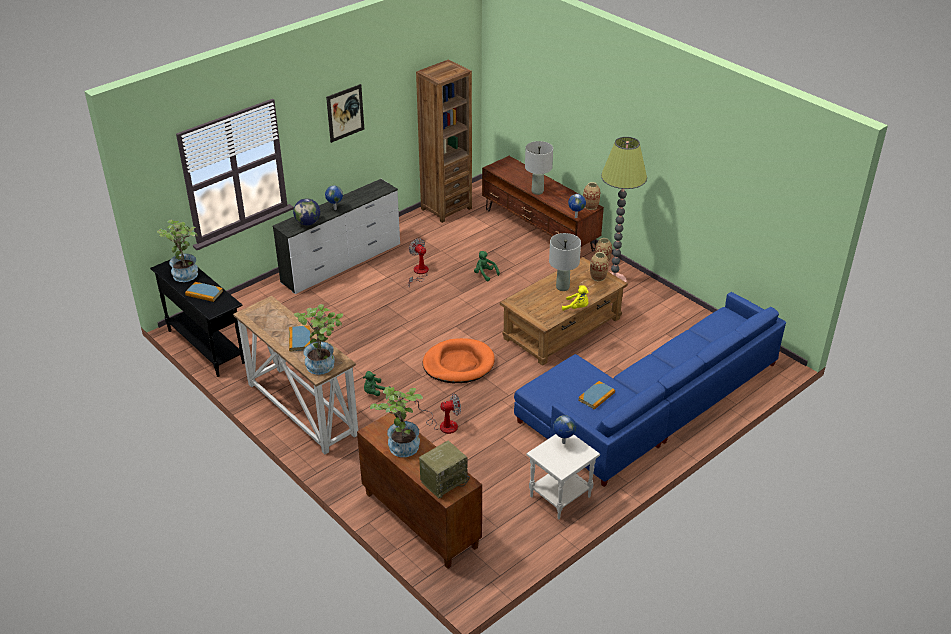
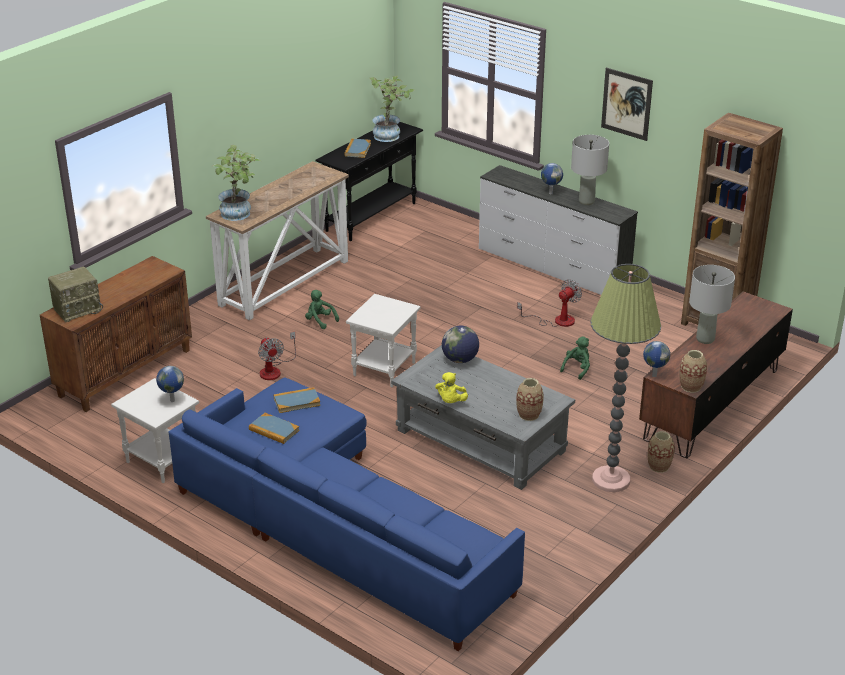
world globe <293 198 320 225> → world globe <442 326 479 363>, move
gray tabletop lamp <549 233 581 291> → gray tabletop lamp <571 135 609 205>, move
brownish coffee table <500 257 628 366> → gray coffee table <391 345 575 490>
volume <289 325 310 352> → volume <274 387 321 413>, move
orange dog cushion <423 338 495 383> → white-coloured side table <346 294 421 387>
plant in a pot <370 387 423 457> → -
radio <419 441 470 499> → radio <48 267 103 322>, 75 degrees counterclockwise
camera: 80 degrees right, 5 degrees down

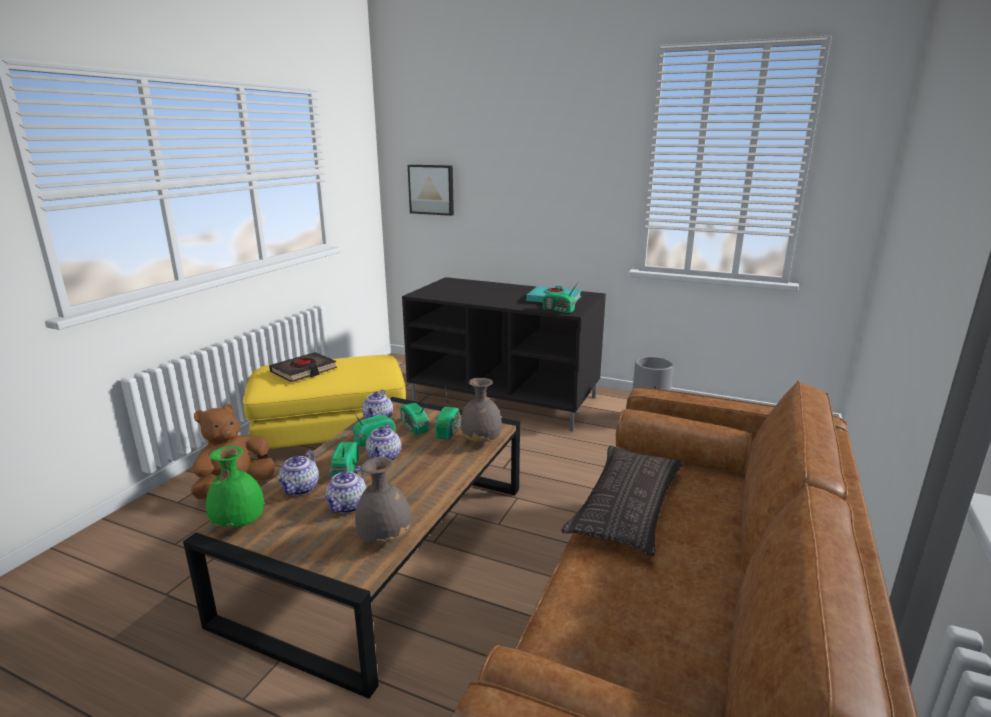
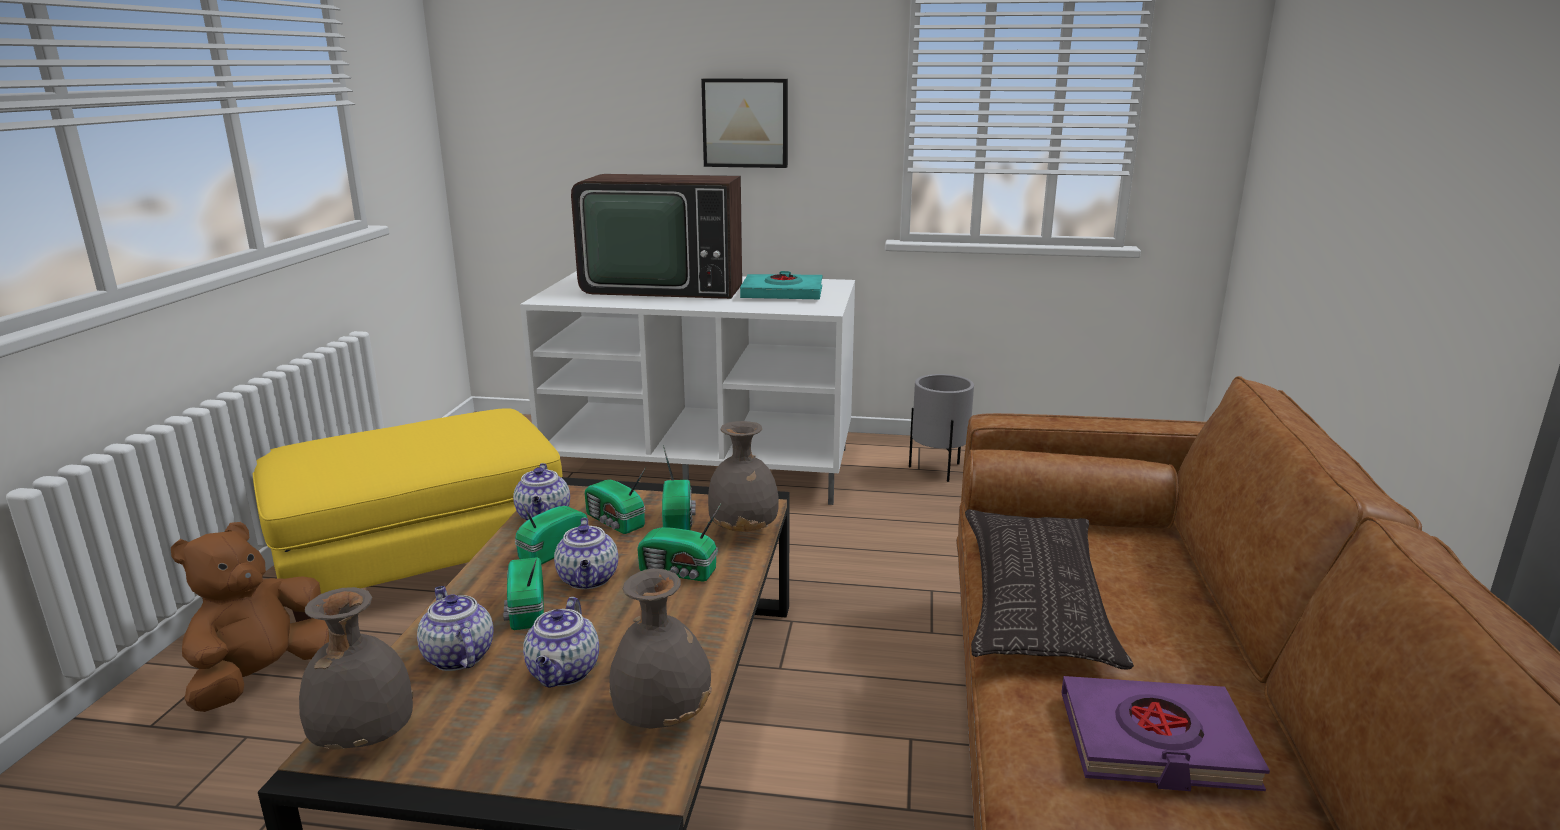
wall picture <408 165 454 216> → wall picture <701 79 788 168>, move
black tv stand <402 277 606 431> → white-coloured tv stand <520 271 855 505>
radio <543 281 579 313> → radio <637 504 721 582>, move
black volume <269 352 337 382> → -
green decorative vase <206 446 265 527> → gray decorative vase <299 587 413 749>
tea pot <279 450 319 495> → tea pot <417 586 494 671>, 150 degrees clockwise
- → TV set <571 174 742 299>
- → purple-coloured volume <1061 676 1270 791>
camera: 15 degrees left, 0 degrees up

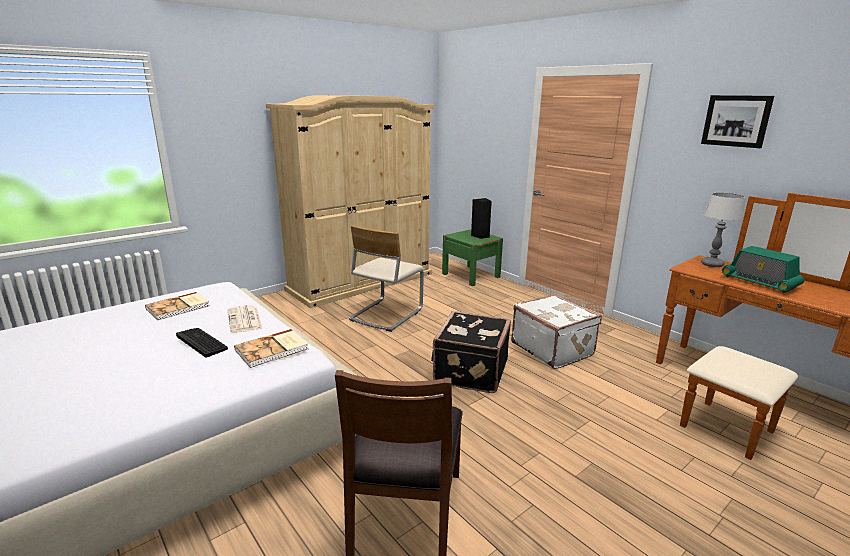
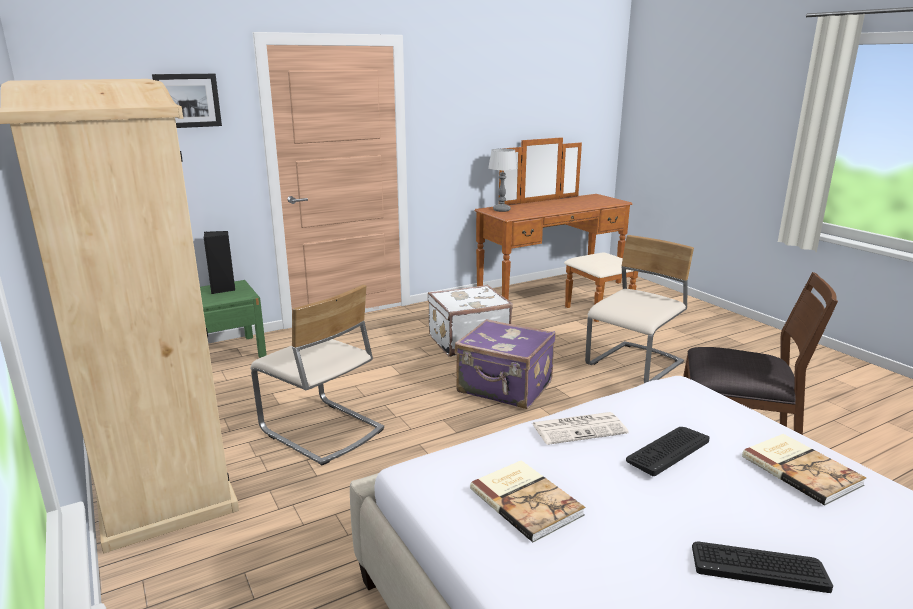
wall picture <701 95 774 148> → wall picture <152 74 222 128>, move
radio <722 246 804 293> → -
black suitcase <431 311 511 393> → purple-coloured suitcase <455 319 556 409>
volume <234 329 308 368> → volume <742 434 867 506>, move
- → sand-coloured plain chair <585 235 694 383>
- → PC keyboard <692 542 833 593>
camera: 80 degrees left, 0 degrees up

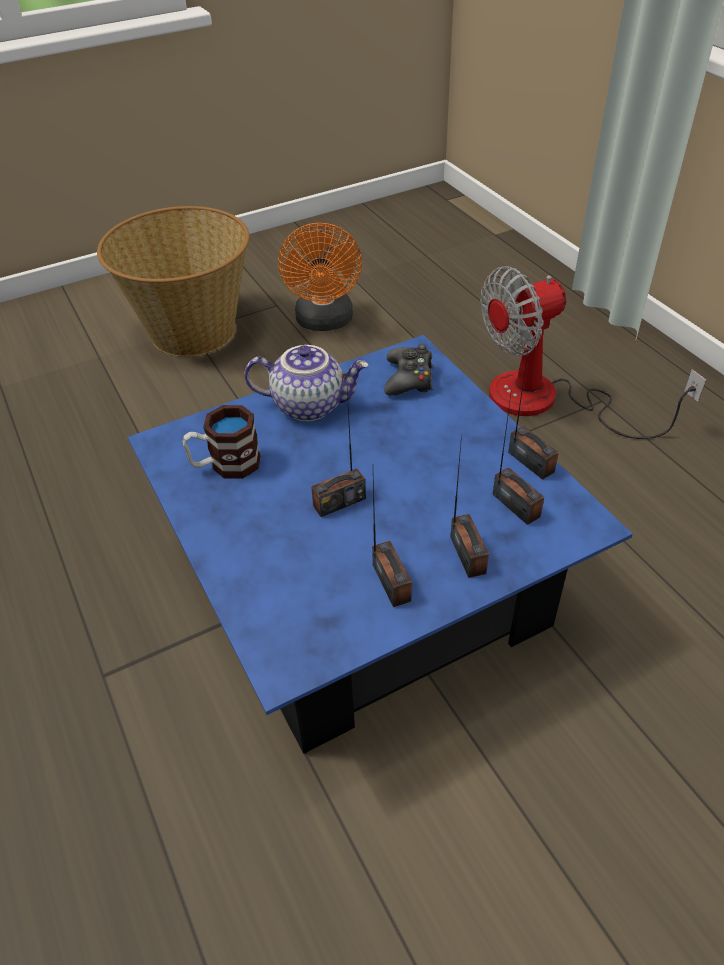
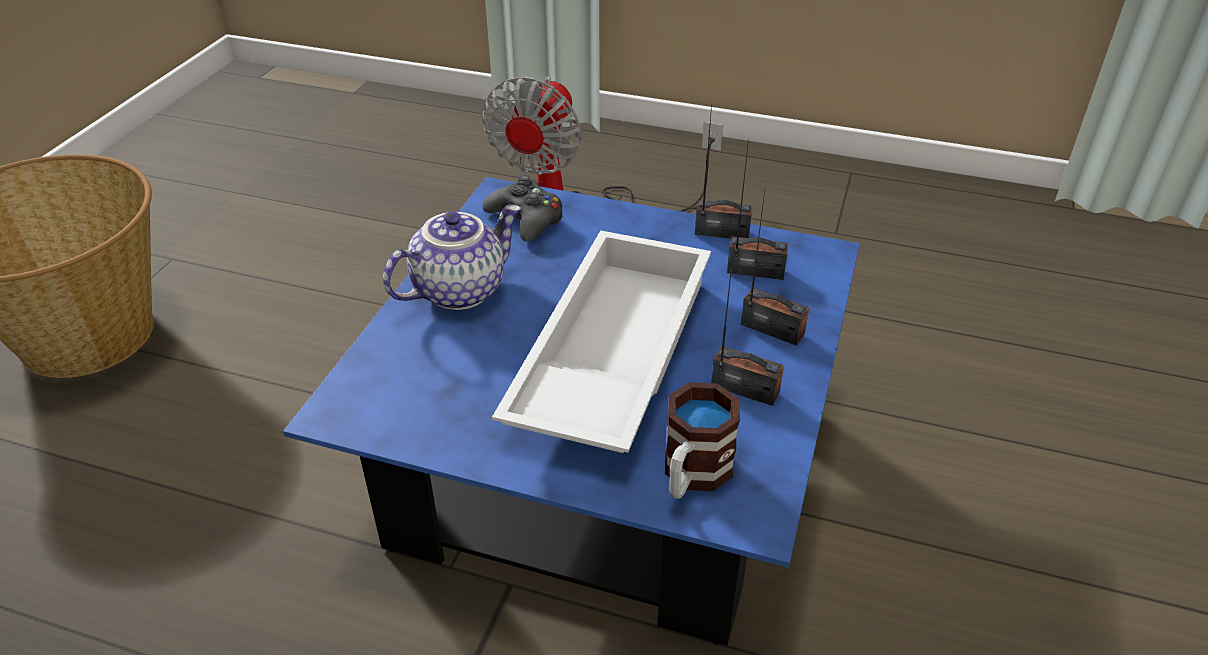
orange cooling fan <278 223 362 331> → -
radio <311 388 366 517> → white-coloured tray <492 230 711 453>
tea mug <182 405 261 479> → tea mug <665 382 740 499>, move
camera: 45 degrees left, 5 degrees down

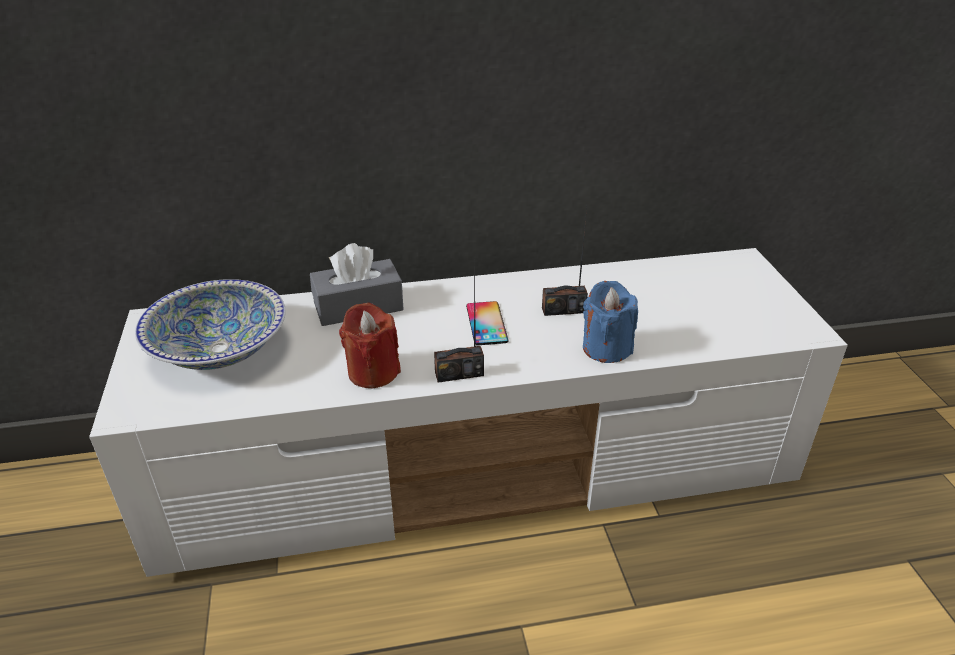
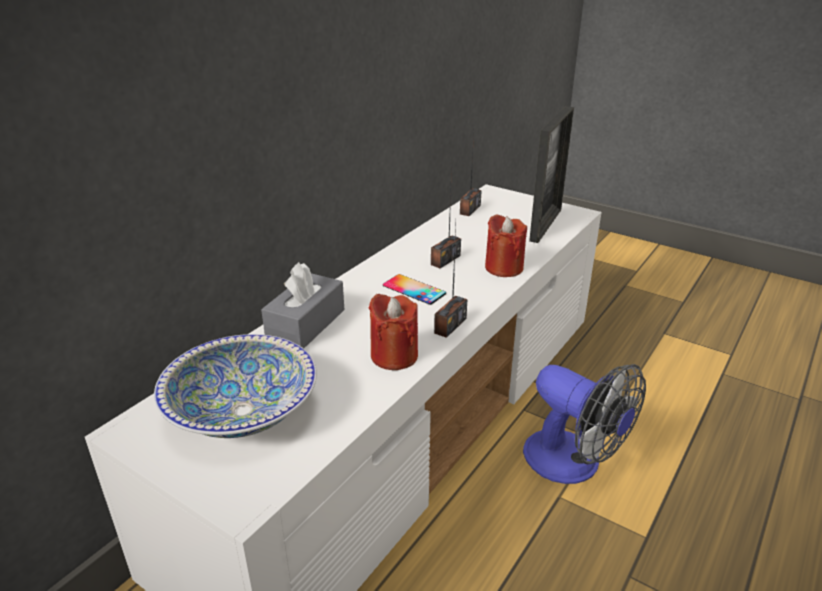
bluish wax candle <583 281 638 363> → reddish wax candle <485 215 527 277>
- → standing frame <529 106 574 243>
- → radio <460 133 482 216>
- → cooling fan <523 364 646 484>
camera: 45 degrees left, 5 degrees down

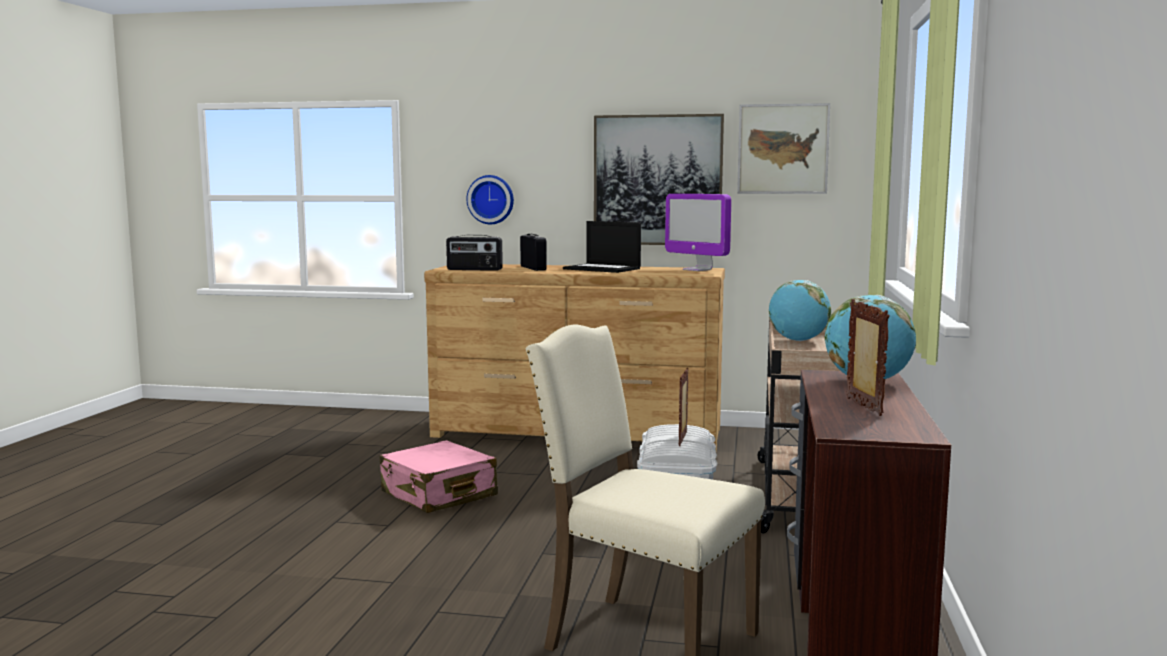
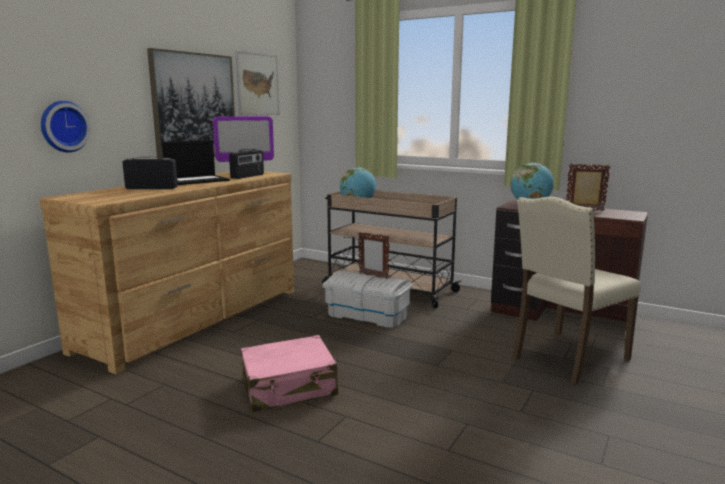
radio <446 235 503 271> → radio <229 149 264 179>, move
camera: 70 degrees left, 5 degrees up

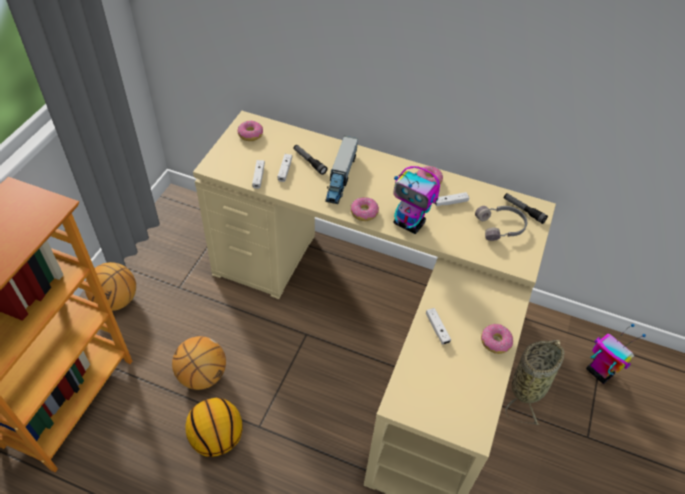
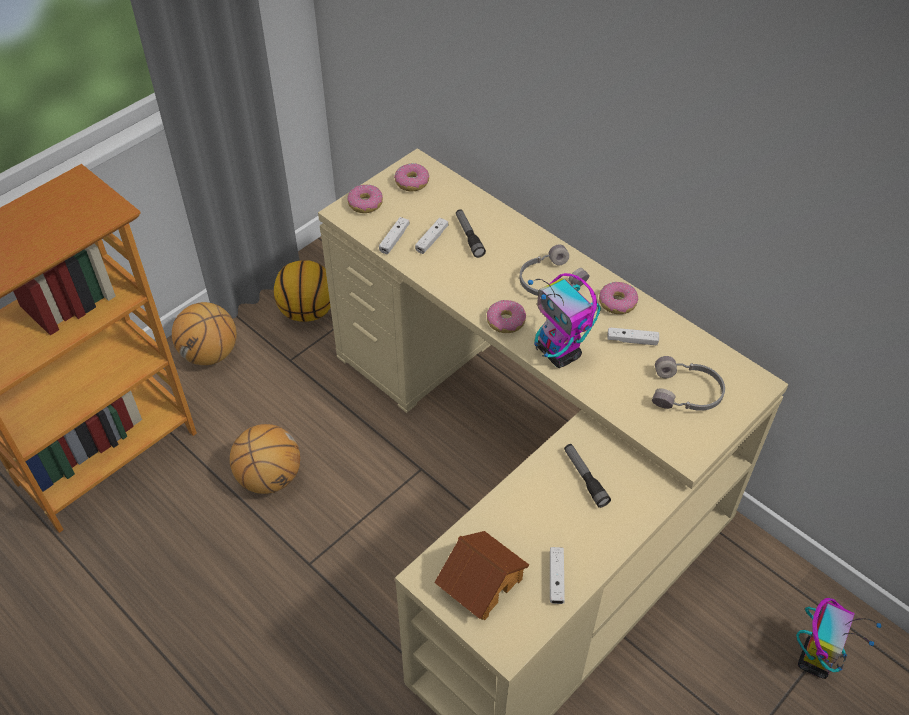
toy lorry <325 136 358 204> → -
hand torch <504 193 548 224> → hand torch <564 444 611 508>, move
white-coloured joypad <426 308 451 344> → white-coloured joypad <550 547 565 604>, move
ring doughnut <481 324 513 354> → ring doughnut <347 185 383 213>, move
toy robot <586 324 646 384> → toy robot <796 598 882 679>, 45 degrees clockwise
basket <505 340 564 425> → -
basketball ball <185 398 243 457> → basketball ball <274 260 331 322>, move
- → gray pair of headphones <519 244 589 296>
- → model house <434 531 529 620>
camera: 25 degrees right, 0 degrees up

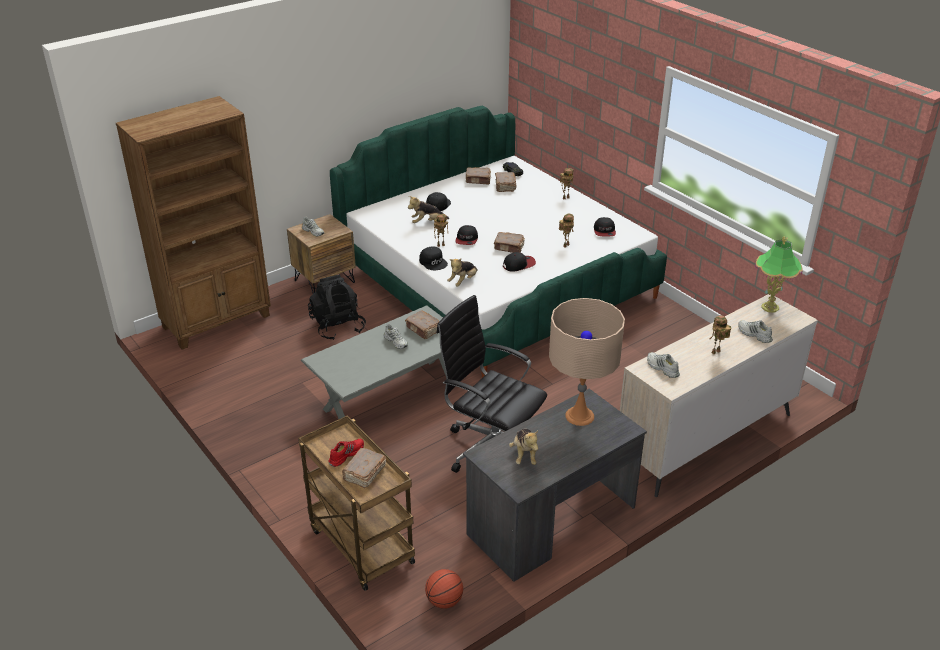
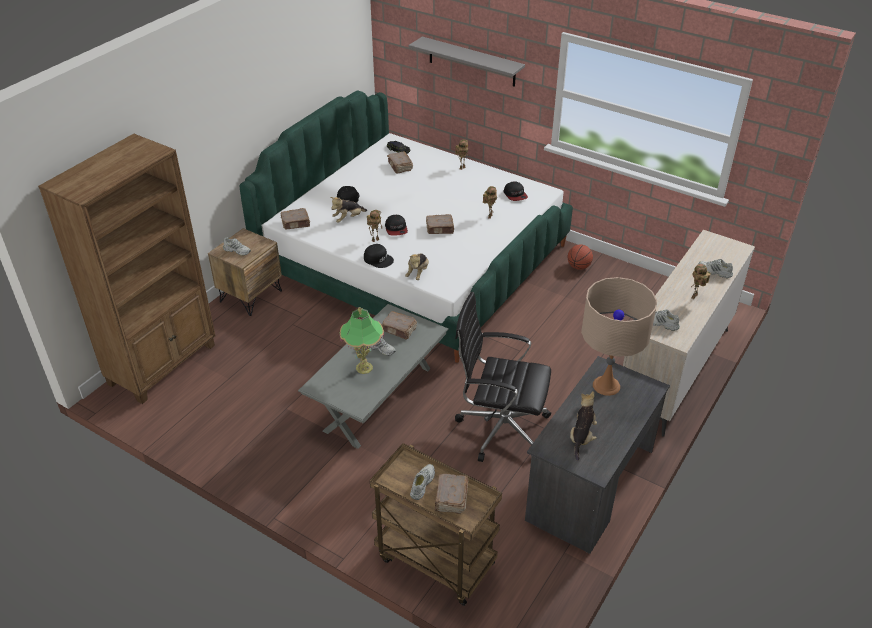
brownish volume <466 167 491 185> → brownish volume <281 208 310 229>, move
tabletop lamp <755 237 803 313> → tabletop lamp <339 307 384 374>, move
peaked cap <503 252 536 272> → -
black backpack <308 274 366 340> → -
plush toy <509 429 538 465> → plush toy <570 391 597 461>, 135 degrees counterclockwise
reddish shoe <328 439 364 467> → white-coloured shoe <410 464 435 500>
basketball ball <425 569 463 609> → basketball ball <568 244 593 270>, move
- → gray bracket shelf <409 36 525 87>
camera: 20 degrees left, 5 degrees up

